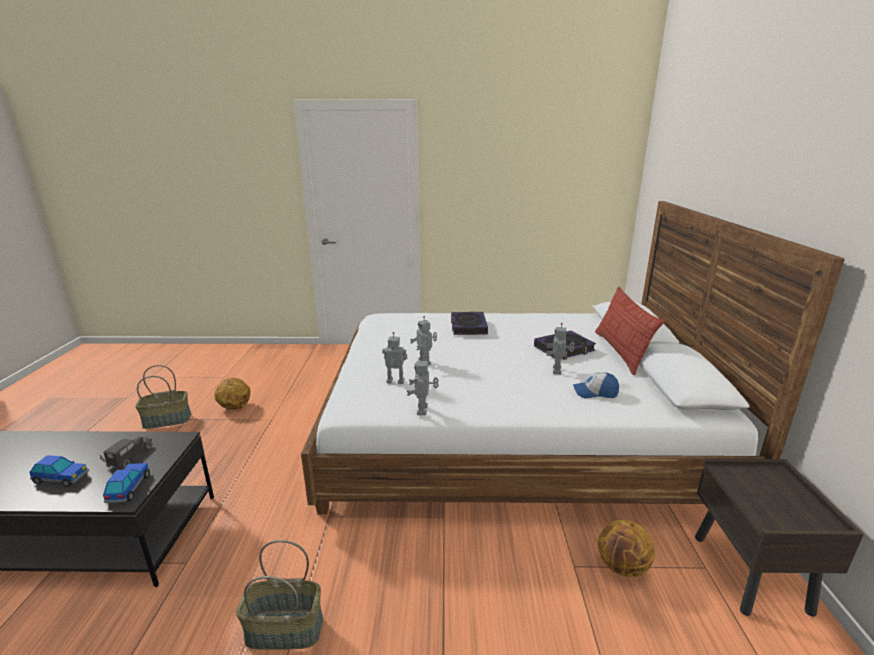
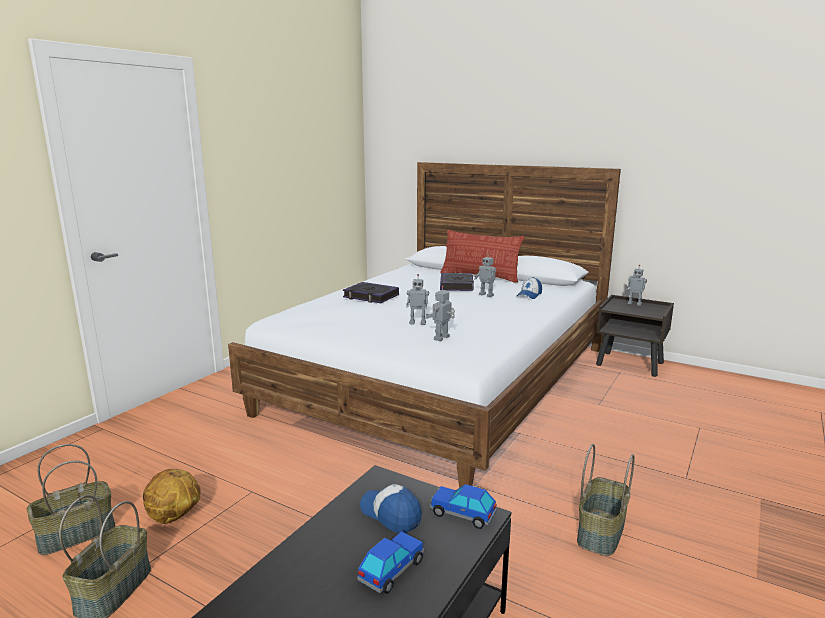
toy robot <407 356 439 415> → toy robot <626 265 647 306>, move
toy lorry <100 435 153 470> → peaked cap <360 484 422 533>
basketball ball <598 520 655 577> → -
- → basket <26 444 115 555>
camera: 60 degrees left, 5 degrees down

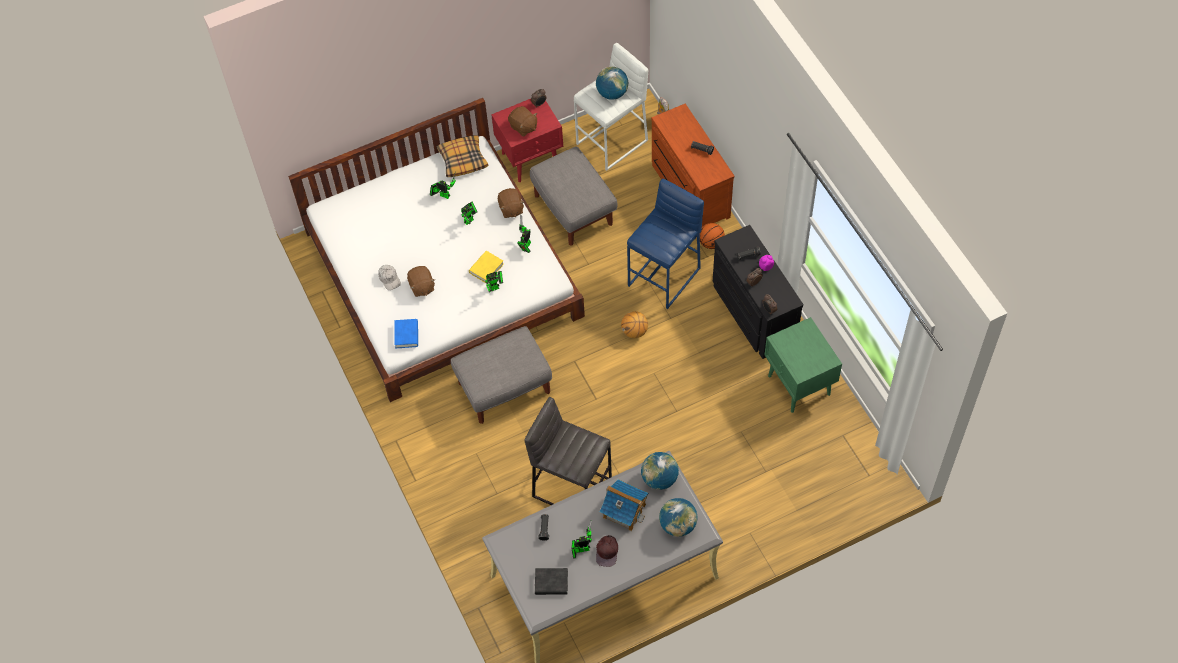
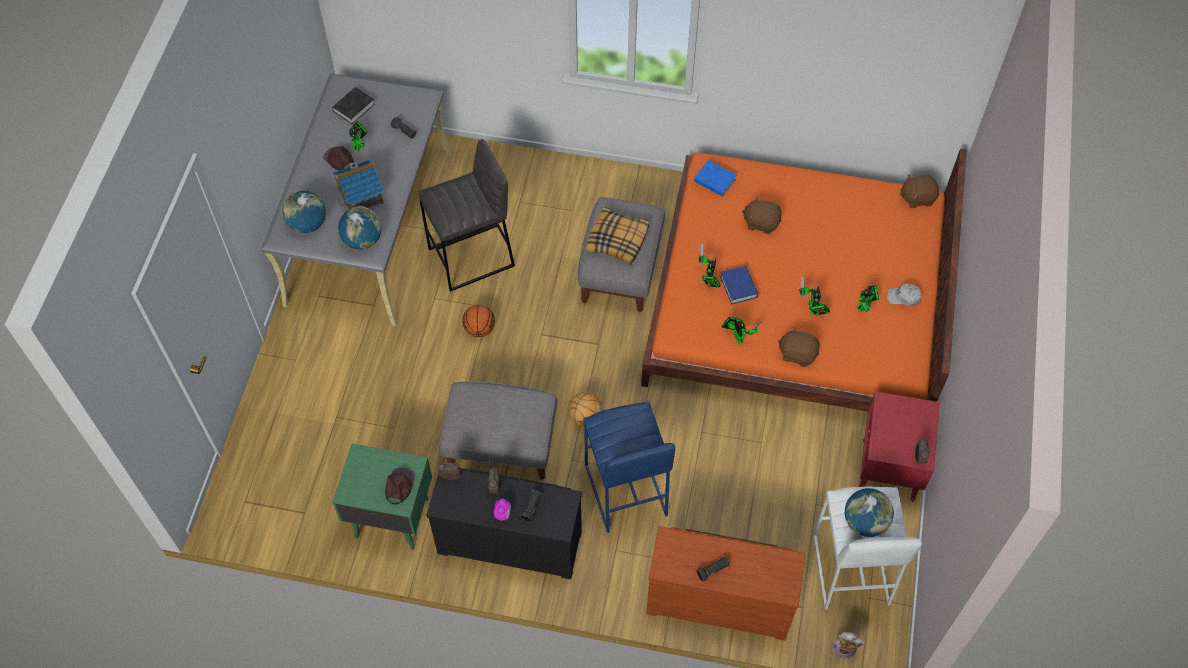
white-coloured bedroom bed <288 98 585 402> → orange bedroom bed <641 148 967 411>
brownish plush toy <508 106 537 137> → brownish plush toy <899 174 939 208>, move
throw pillow <437 135 488 177> → throw pillow <586 207 649 265>, move
gray footrest <530 146 618 246> → gray footrest <439 382 557 480>, move
basketball ball <700 223 725 249> → basketball ball <462 305 495 337>, move
yellowish volume <469 251 504 283> → bluish volume <720 266 758 305>
white-coloured peaked cap <378 265 401 290> → white-coloured peaked cap <887 284 922 306>, move
- → brownish peaked cap <385 468 415 504>
camera: 125 degrees right, 0 degrees up

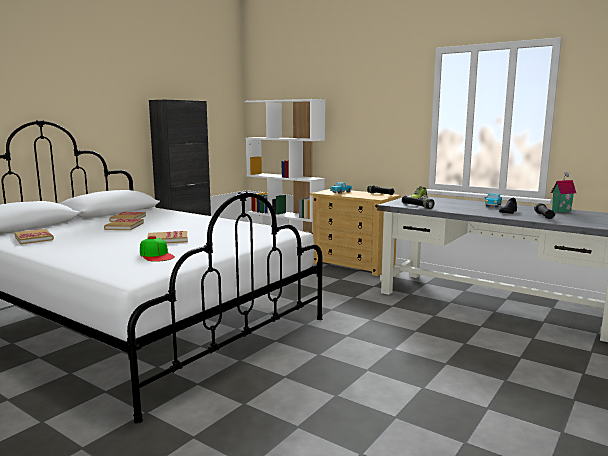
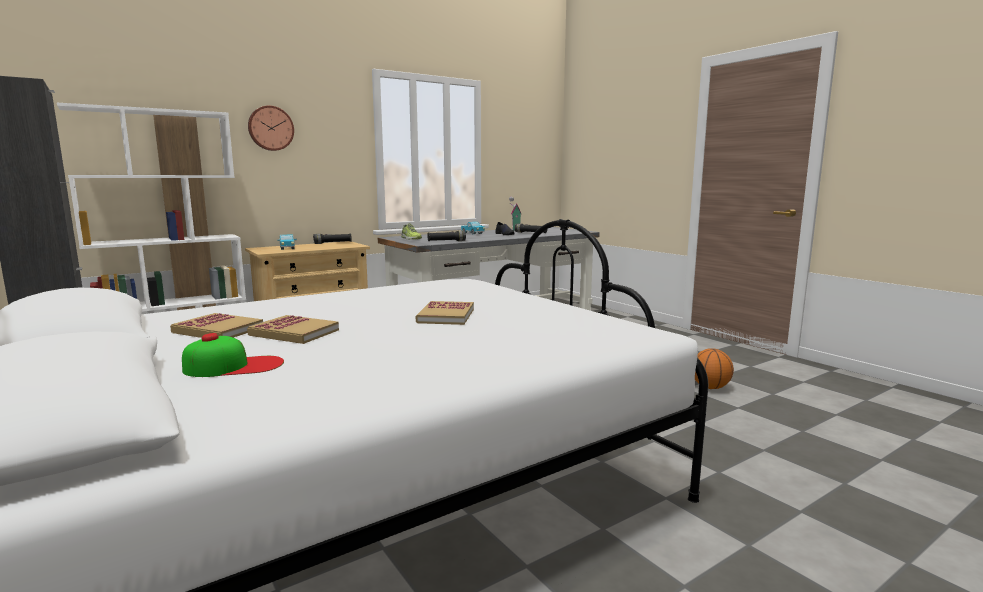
volume <14 229 54 244> → -
peaked cap <140 236 175 262> → peaked cap <182 333 284 377>, move
- → clock on the wall <248 106 294 151>
- → basketball ball <695 348 734 389>
camera: 70 degrees left, 0 degrees up

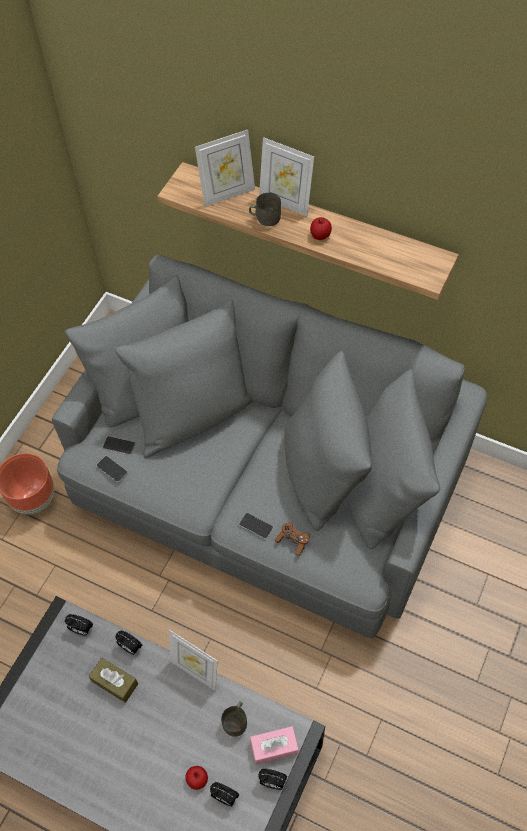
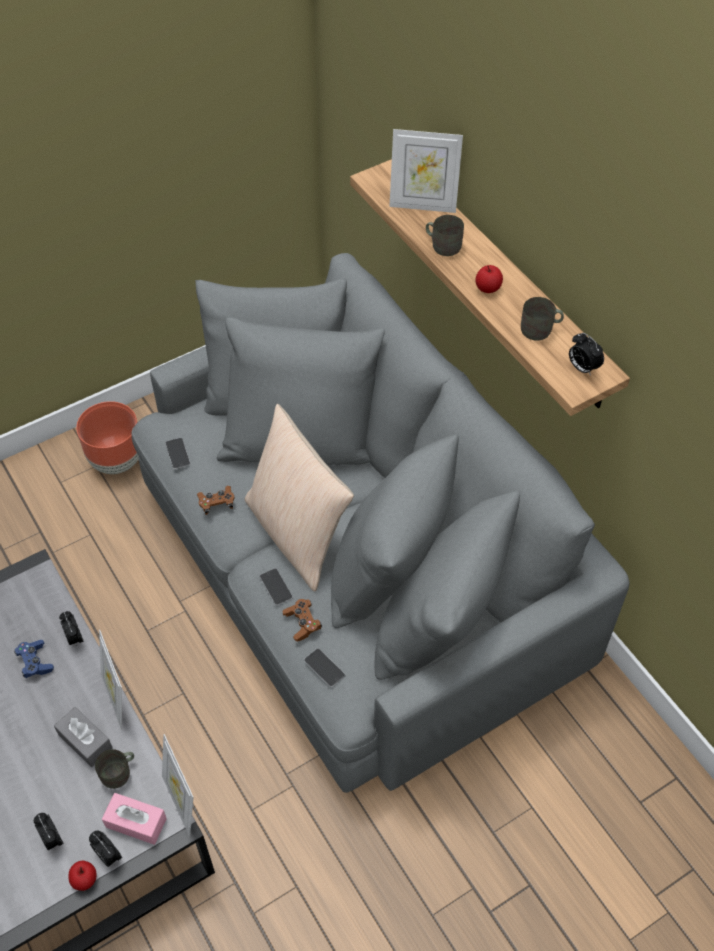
standing frame <259 137 314 216> → standing frame <162 734 194 837>, move
handset <103 436 136 455> → handset <304 648 345 687>, move
bedside clock <65 614 93 635> → bedside clock <569 333 604 376>, move
brownish tissue box <89 658 138 703> → bluish joypad <14 640 54 678>
whole apple <185 766 208 790> → whole apple <69 861 97 891>, move
- → gray tea mug <521 297 564 341>
- → sand-coloured throw pillow <245 404 354 592>
- → brownish joypad <197 486 235 515>
- → gray tissue box <54 707 113 767>
camera: 30 degrees right, 5 degrees down

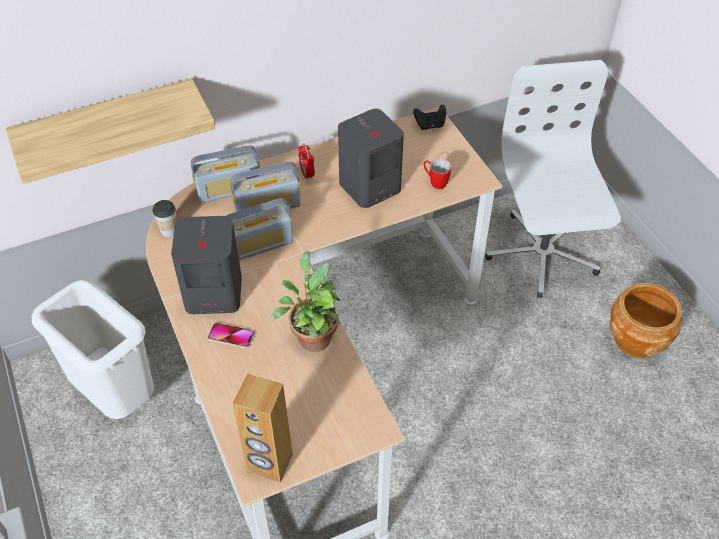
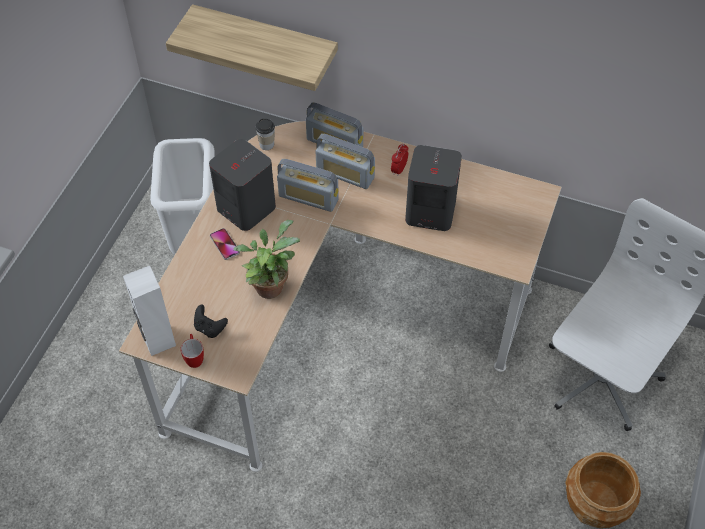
black joypad <413 104 446 130> → black joypad <194 304 228 338>, move
tea mug <423 159 452 189> → tea mug <180 334 204 368>, move
brownish speaker <233 374 293 483> → white-coloured speaker <123 266 176 356>
camera: 45 degrees right, 5 degrees up

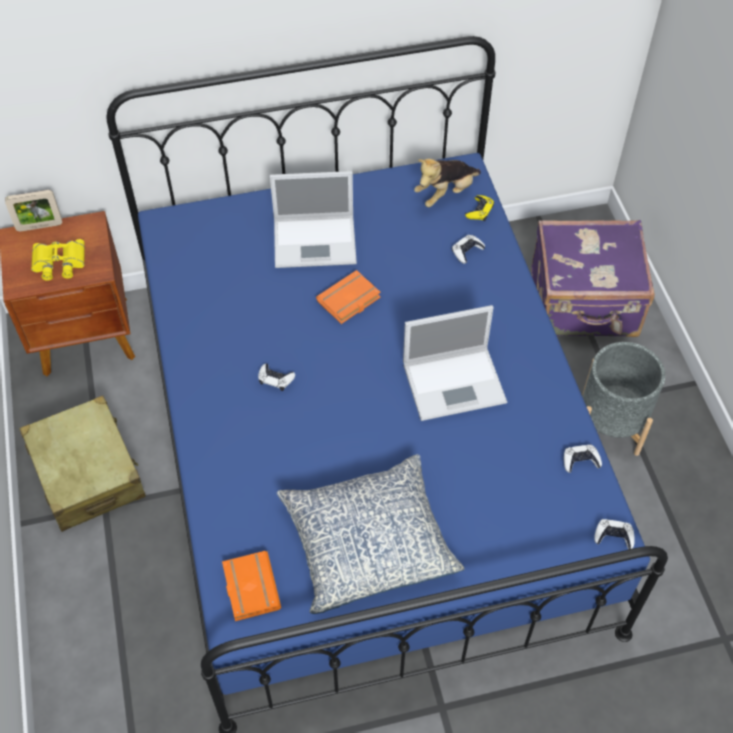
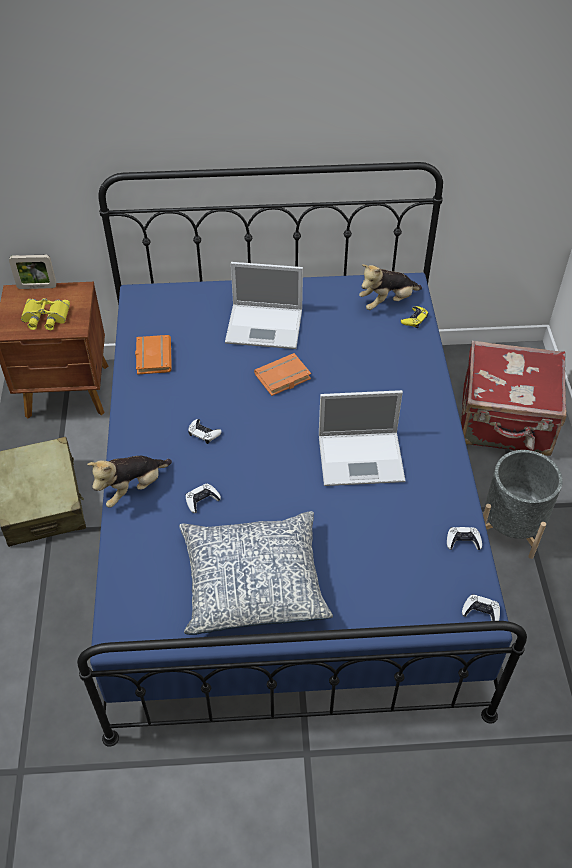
purple-coloured suitcase <531 220 655 337> → reddish suitcase <461 341 567 456>
white-coloured joypad <452 235 485 264> → white-coloured joypad <186 484 221 513>, move
orange volume <222 551 281 621> → orange volume <135 335 172 374>, move
- → plush toy <87 456 172 508>
camera: 10 degrees right, 5 degrees down

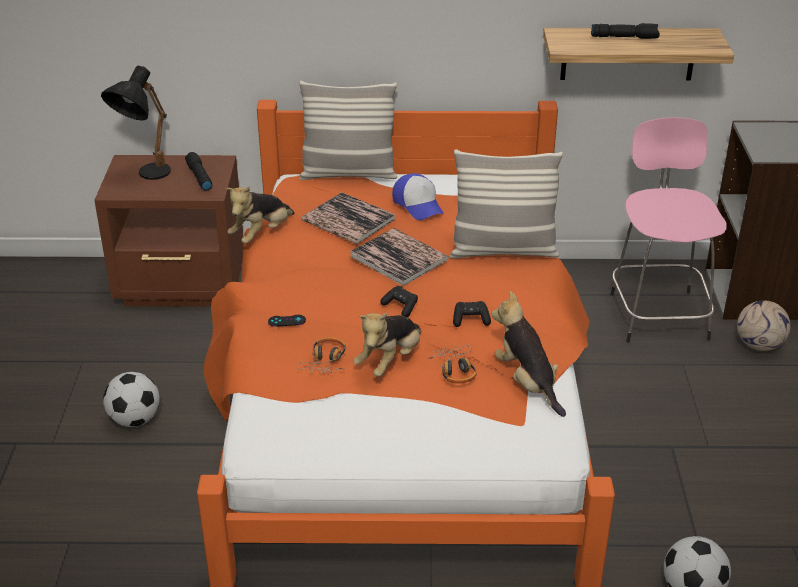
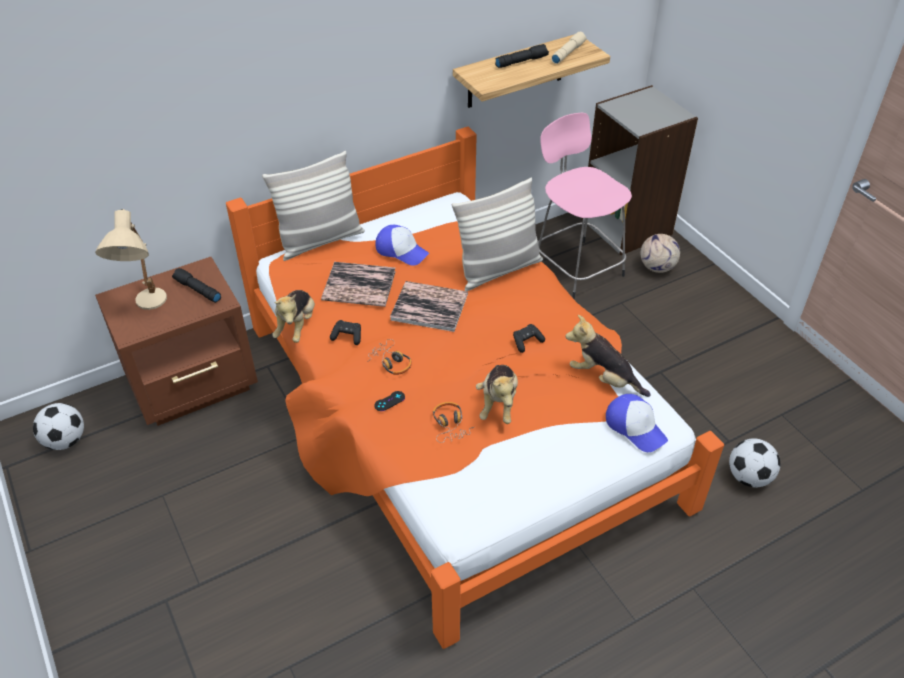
black tabletop lamp <101 66 171 180> → sand-coloured tabletop lamp <95 209 167 310>
black joypad <380 286 418 317> → black joypad <330 320 361 345>, move
pair of headphones <430 345 477 384> → pair of headphones <367 339 412 375>, move
football <103 372 160 427> → football <33 403 84 450>, move
- → sand-coloured hand torch <552 32 587 64>
- → peaked cap <606 394 668 452>
camera: 30 degrees left, 10 degrees up

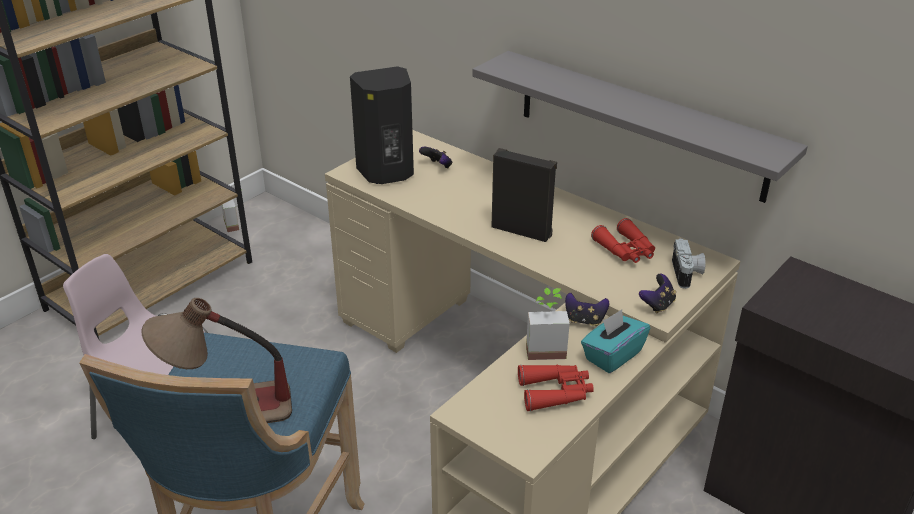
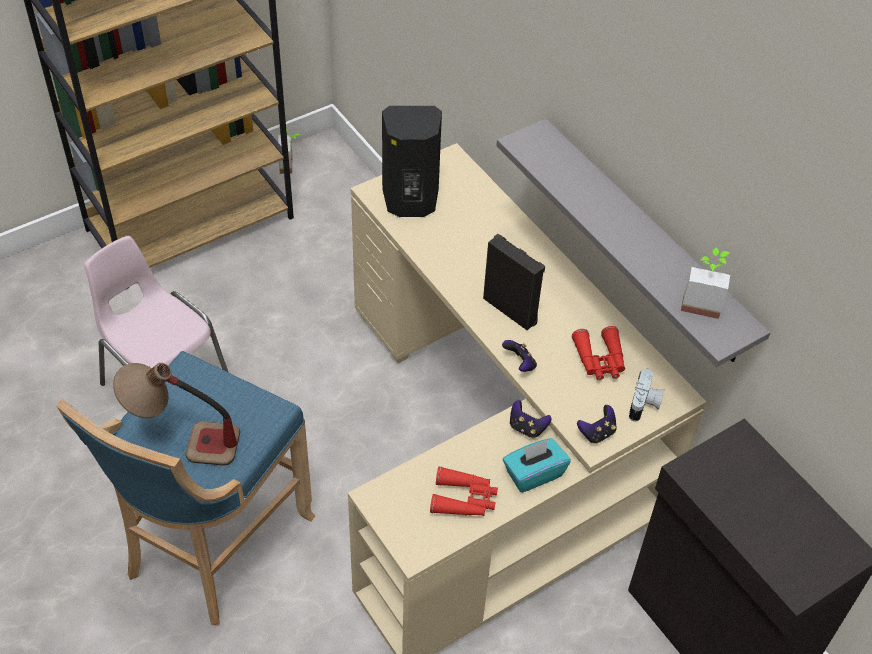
joypad <419 147 452 168> → joypad <502 340 537 372>, move
plant in a pot <526 288 570 360> → plant in a pot <681 247 730 319>, move
camera: 15 degrees right, 15 degrees up

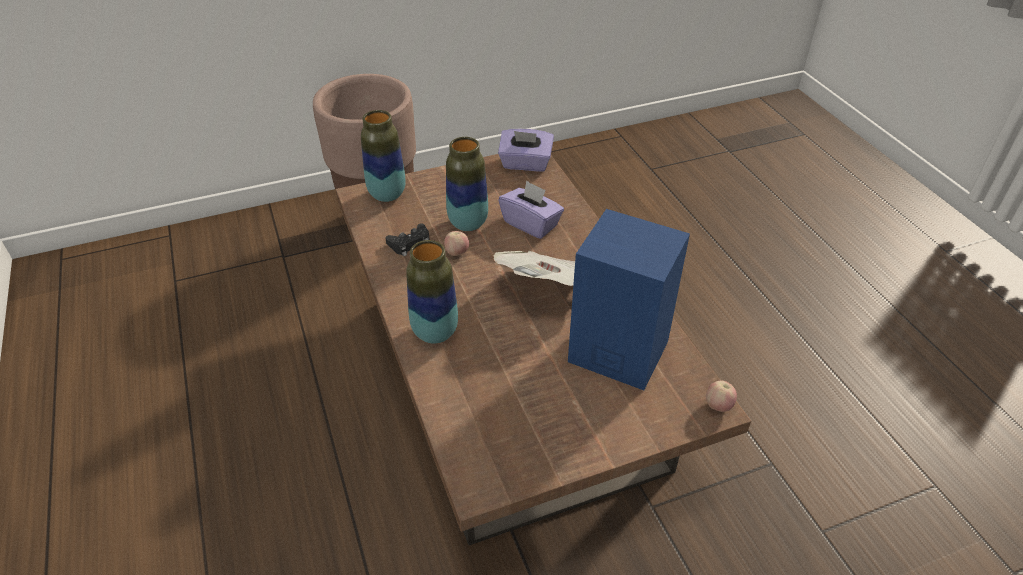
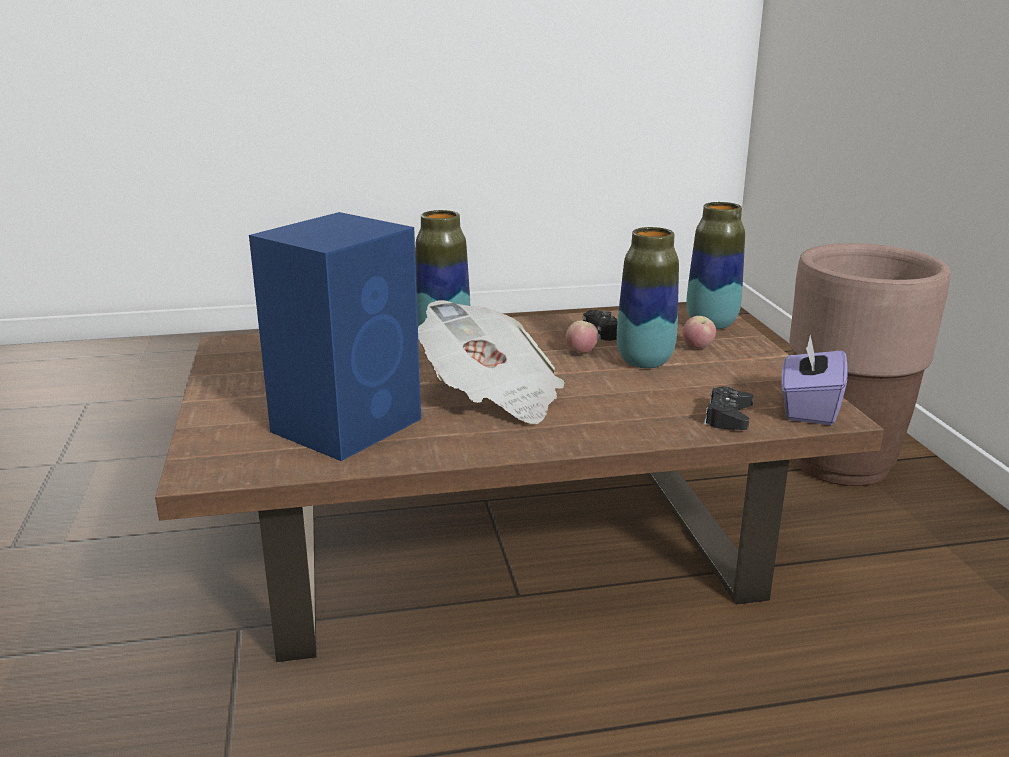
purple-coloured tissue box <498 180 564 239> → -
whole apple <706 381 737 412> → whole apple <682 316 716 349>, move
- → black joypad <704 386 754 430>
camera: 100 degrees right, 20 degrees down

